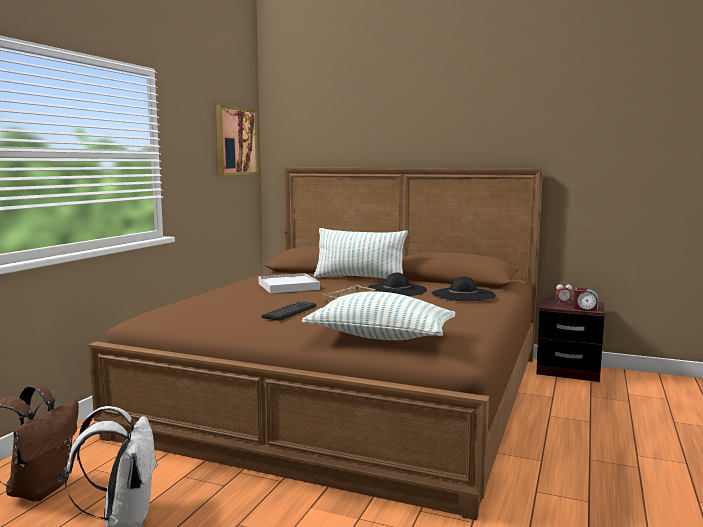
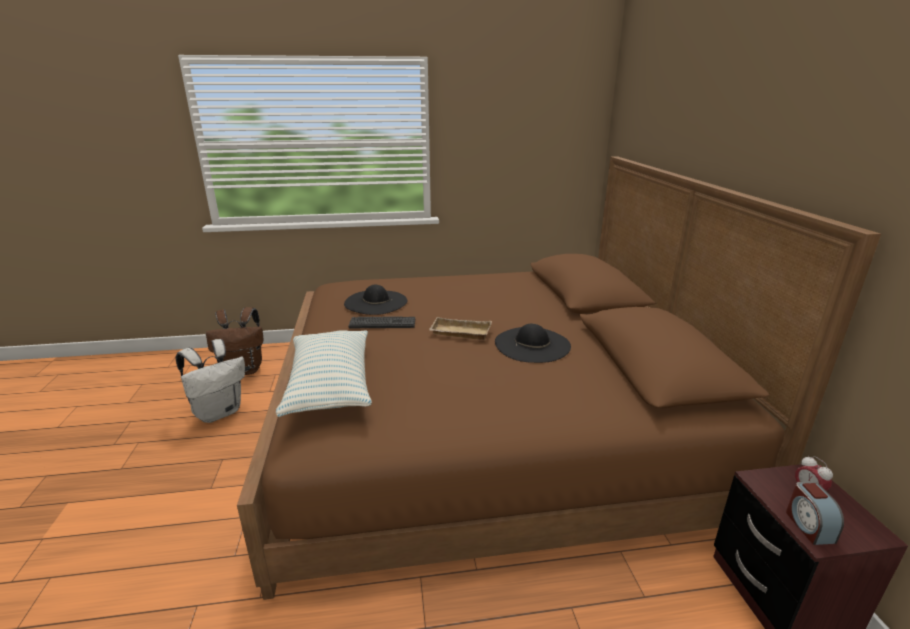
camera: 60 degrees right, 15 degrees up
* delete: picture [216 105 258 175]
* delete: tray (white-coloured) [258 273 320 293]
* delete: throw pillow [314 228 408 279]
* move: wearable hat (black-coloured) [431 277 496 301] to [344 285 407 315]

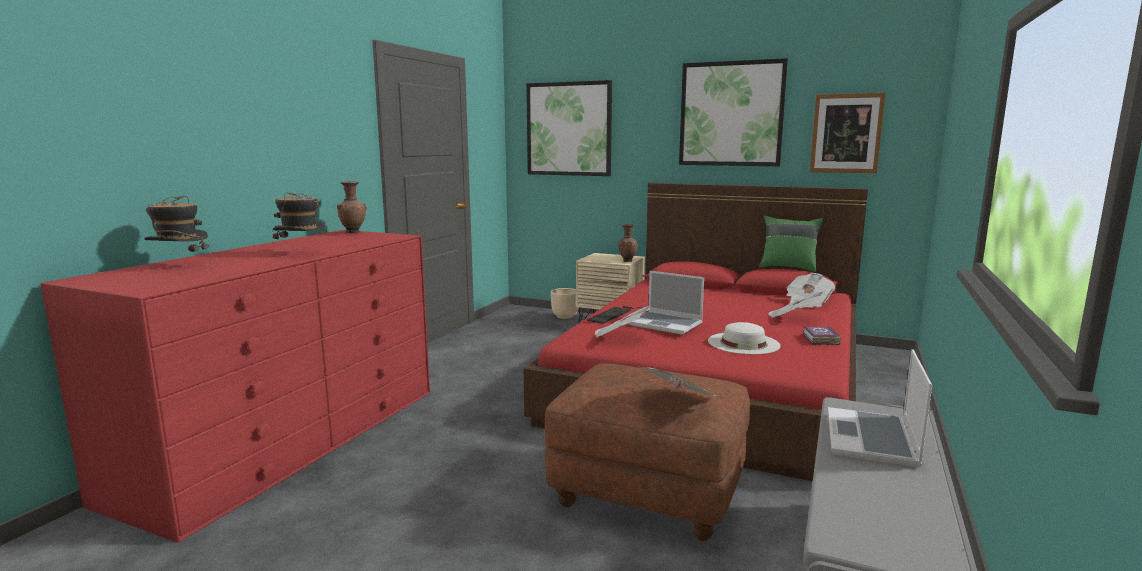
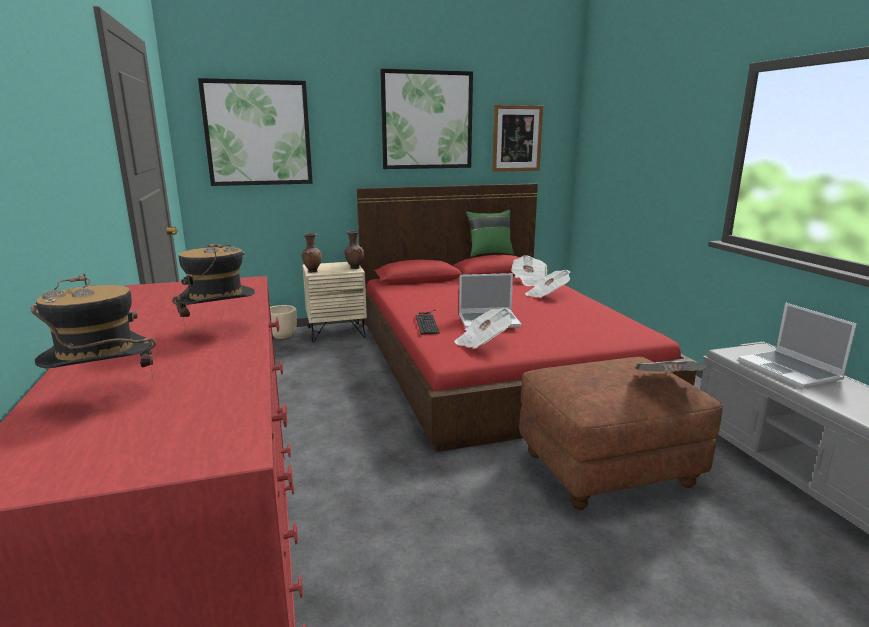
camera: 40 degrees left, 5 degrees up
* delete: wearable hat (white-coloured) [708 322 781 354]
* delete: book [803 327 841 345]
* move: decorative vase (brown) [337 181 367 233] to [302 233 322 273]

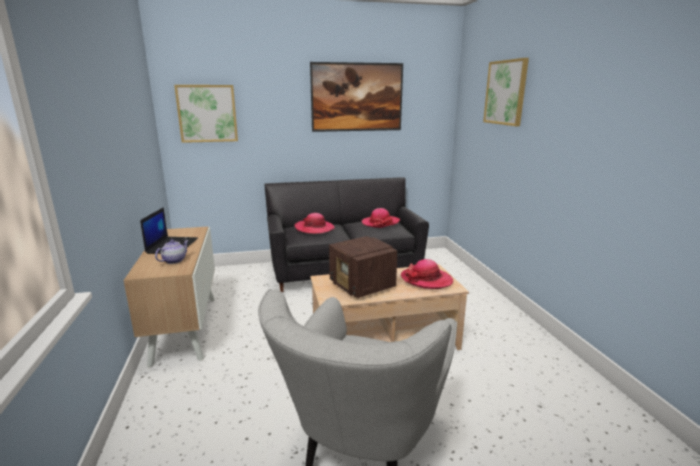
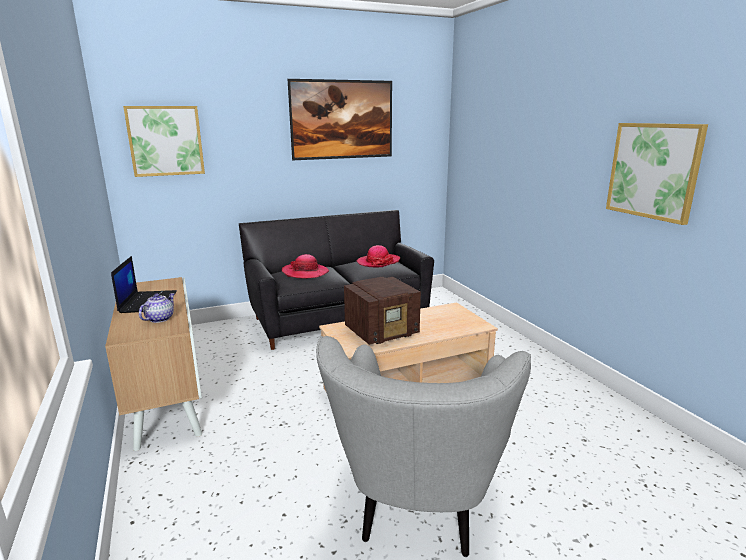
camera: 10 degrees left, 0 degrees up
* delete: wearable hat [401 259 453 289]
* move: picture [483 58 529 126] to [606 123 708 225]
* rotate: radio set [329 236 398 298] = [344 277 421 345] 75 degrees counterclockwise

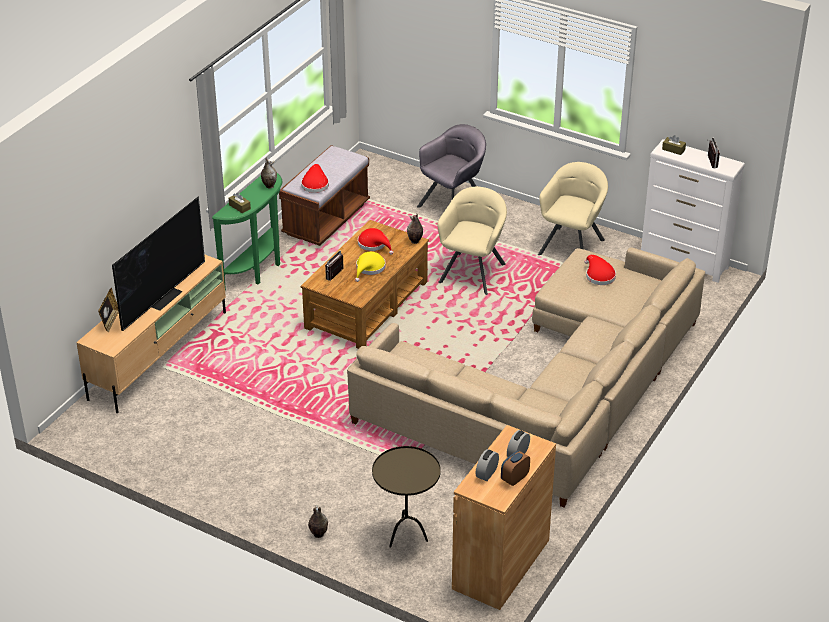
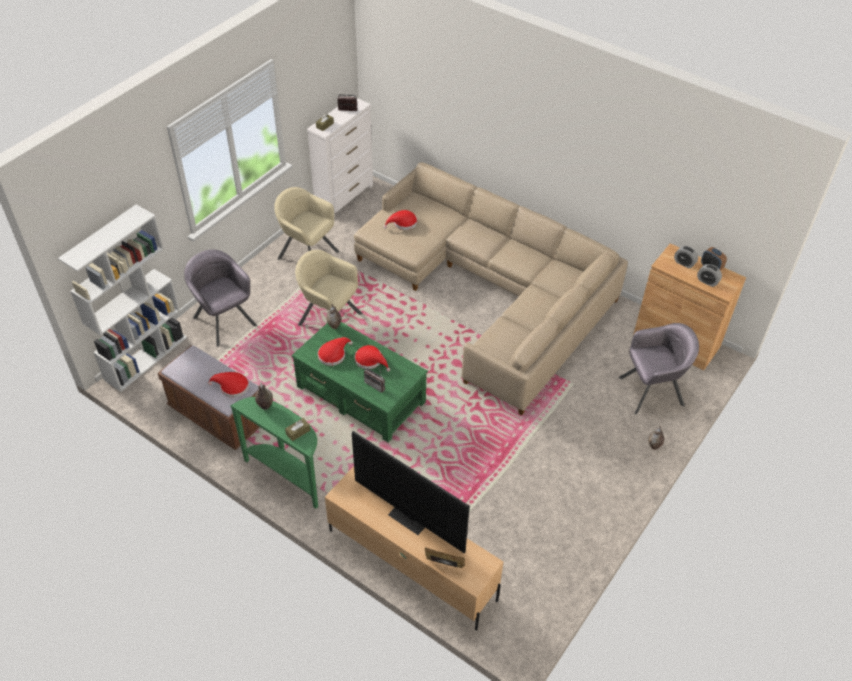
camera: 85 degrees left, 10 degrees up
* insert: shelving unit (white-coloured) [58 204 187 392]
* replace: side table (brown) [372 446 441 548] to armchair (grey) [619 323 699 414]
* recolor: low table (brown) [300 220 429 349] to low table (green) [291 322 428 442]
* recolor: wearable hat (yellow-coloured) [355 252 386 282] to wearable hat (red) [355 345 390 372]

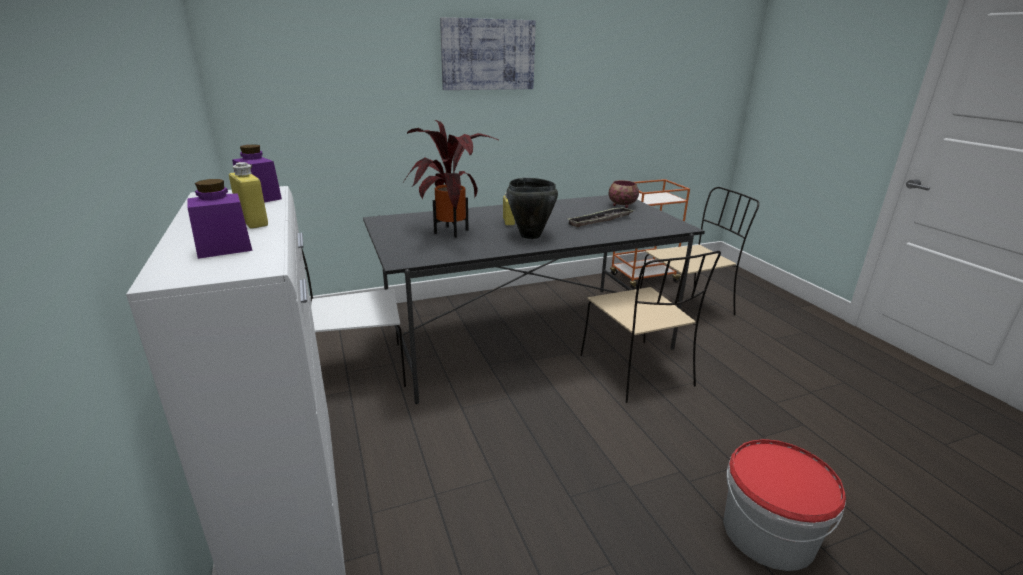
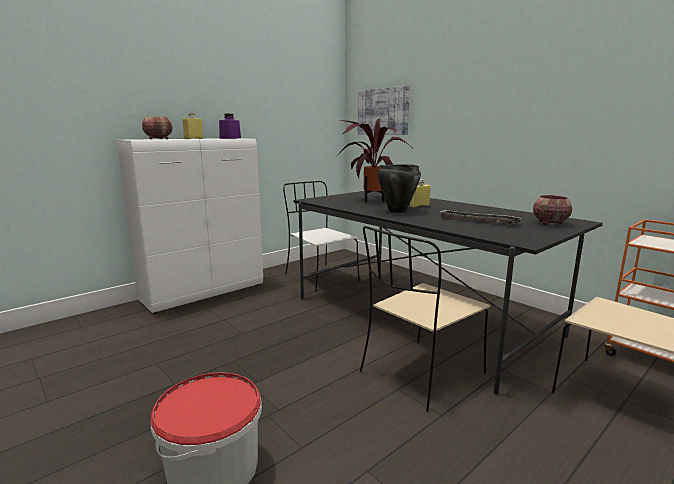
camera: 70 degrees right, 10 degrees down
* move: picture [440 17 536 90] to [357 86 410 135]
* replace: preserve jar (purple) [188 179 252 259] to deep dish [142 116 173 139]

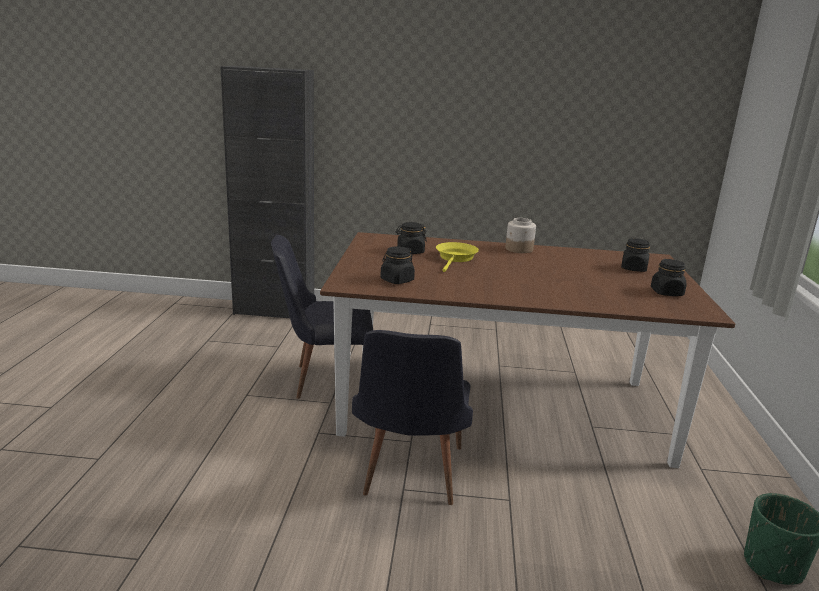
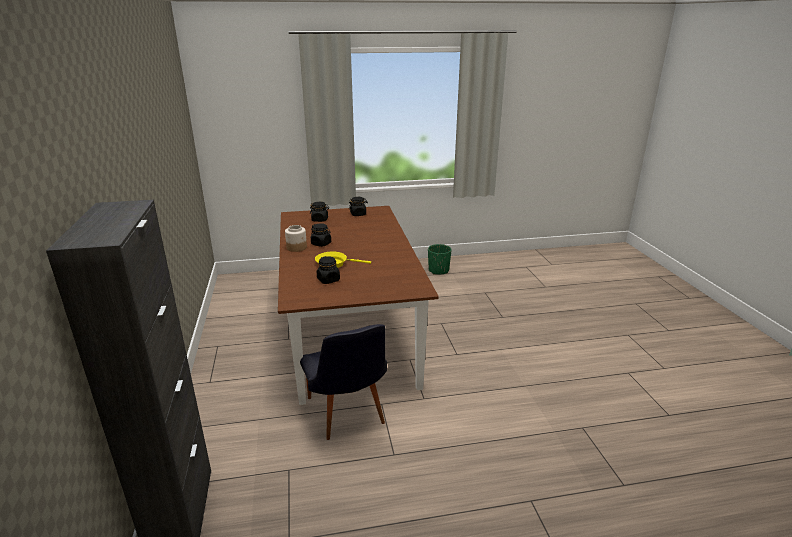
camera: 105 degrees left, 5 degrees up
* delete: upright chair (black-coloured) [352 330 473 505]
* move: preserve jar (black-coloured) [380 246 415 284] to [311 223 331 247]

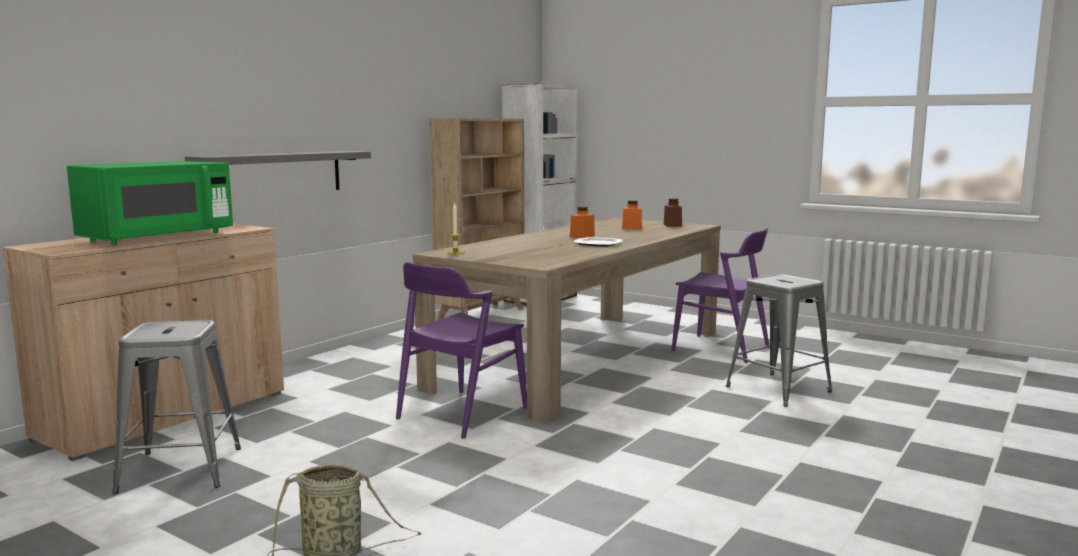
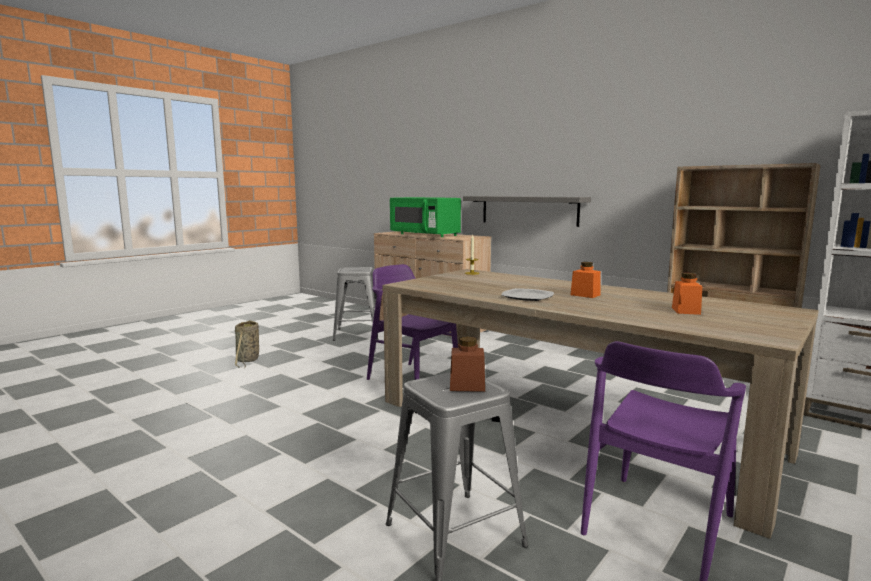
camera: 95 degrees right, 0 degrees up
* move: preserve jar (brown) [664 199 682 227] to [450 337 485 392]

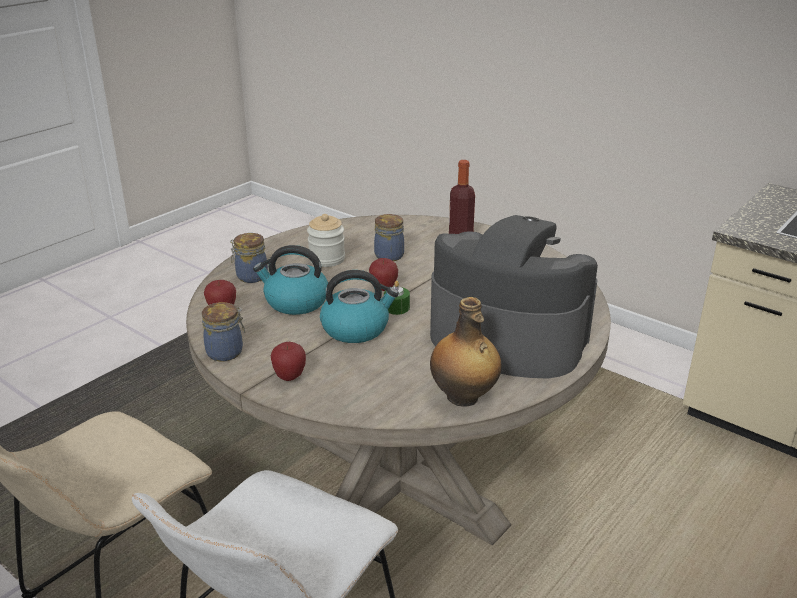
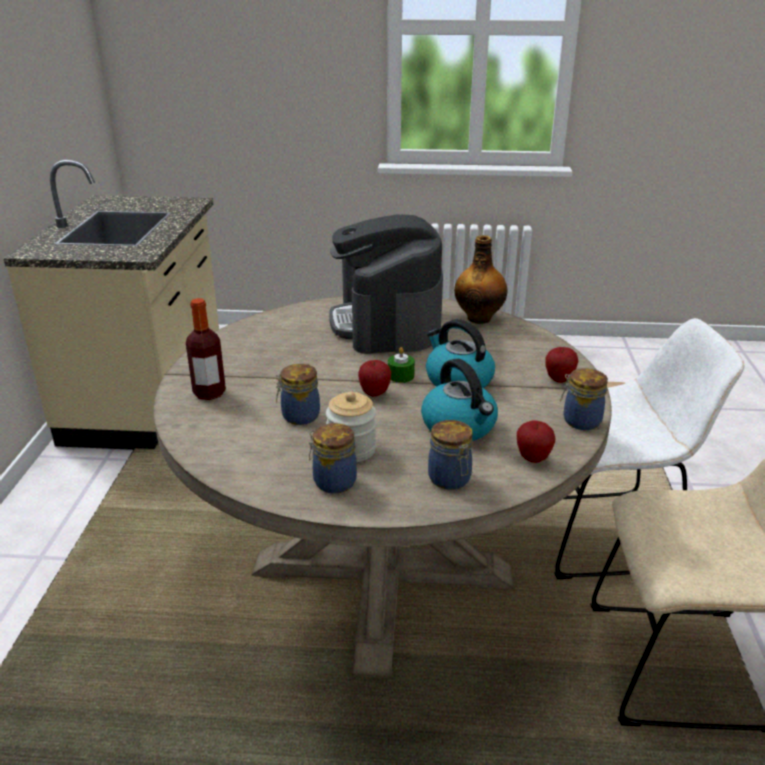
camera: 125 degrees left, 0 degrees up
* insert: preserve jar [309 423 357 493]

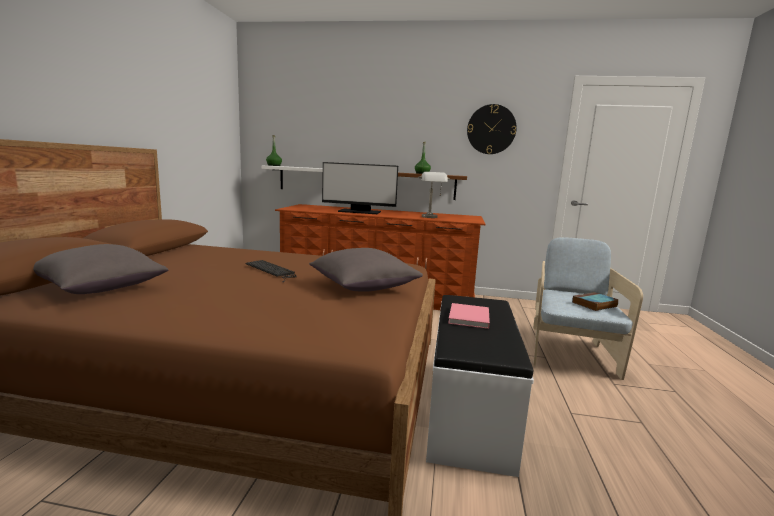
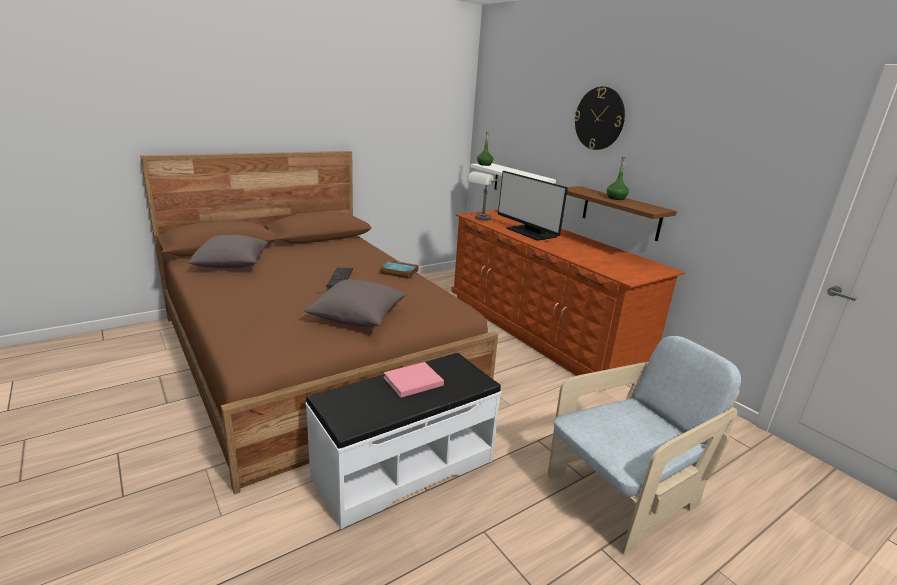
camera: 45 degrees right, 10 degrees up
* move: table lamp (grey) [418 172 450 218] to [467 171 499 221]
* move: clock on the wall [467 104 517 154] to [574 86 625 150]
* move: book [572 292 619 311] to [380 260 418 279]

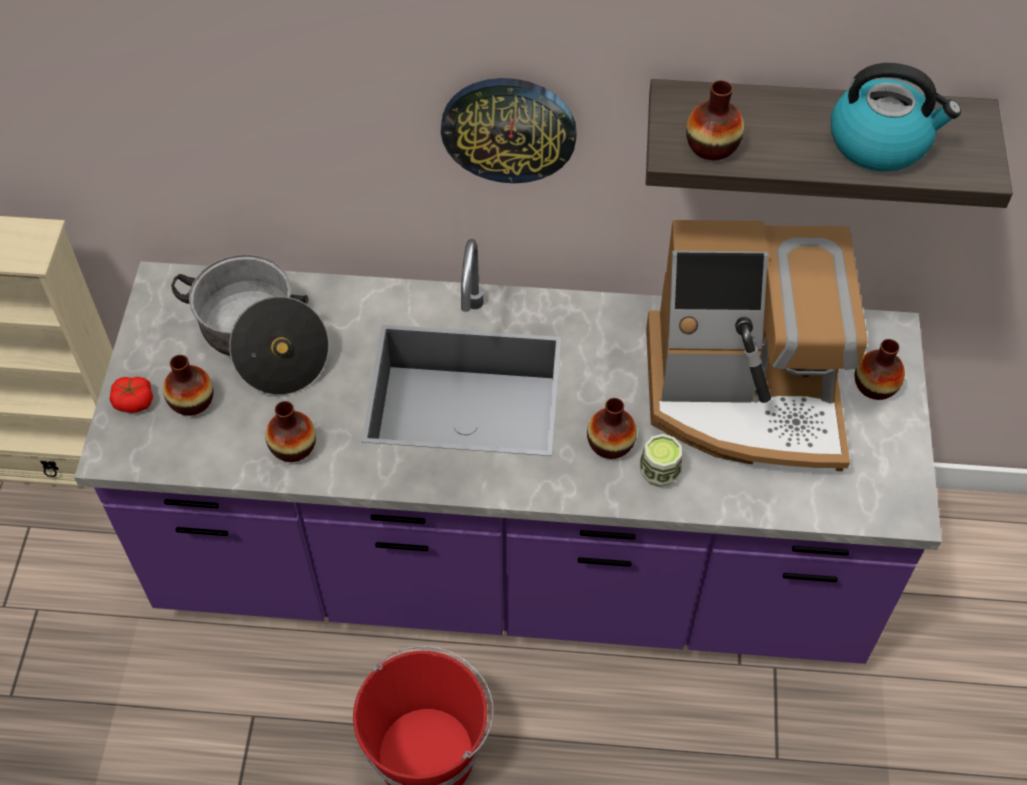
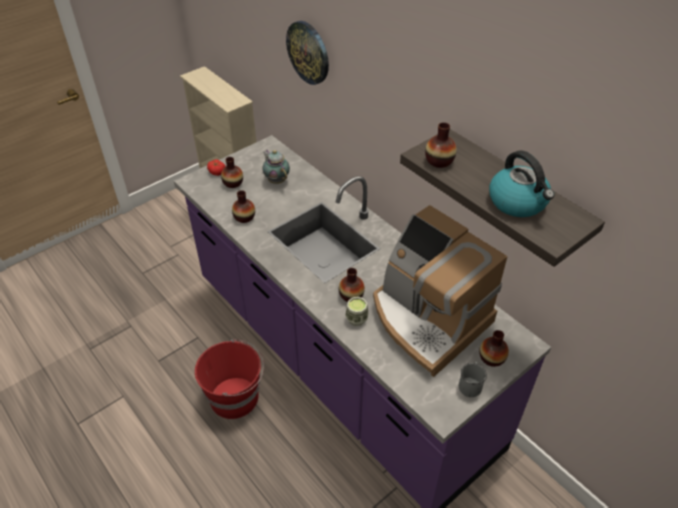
camera: 45 degrees right, 10 degrees down
* insert: mug (grey) [459 361 487 397]
* move: clock on the wall [441 78 577 183] to [286 21 329 85]
* replace: cooking pot [171 254 329 395] to tea pot [263 149 290 184]

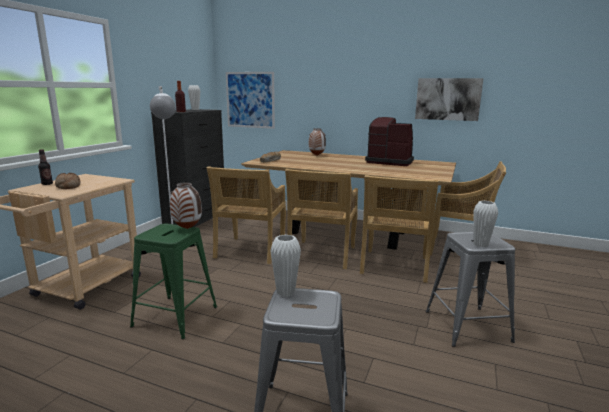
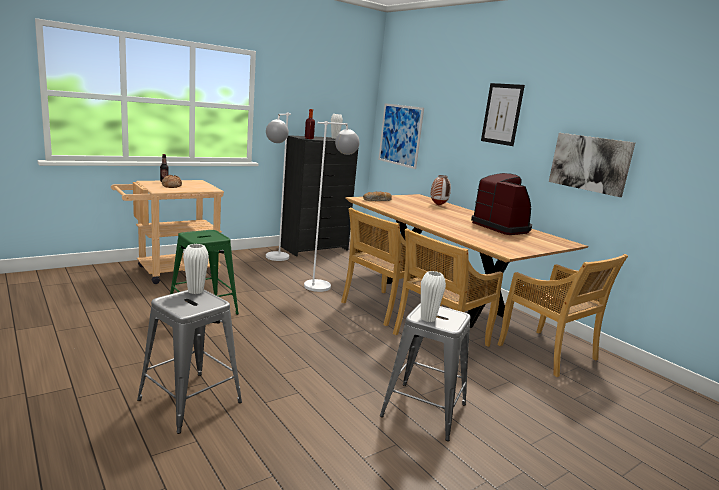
camera: 30 degrees right, 0 degrees up
* delete: decorative vase [170 182 202 229]
* insert: picture [481 83 525 146]
* replace: upright chair (beige) [207 167 286 264] to standing lamp (white-coloured) [304 121 360 292]

